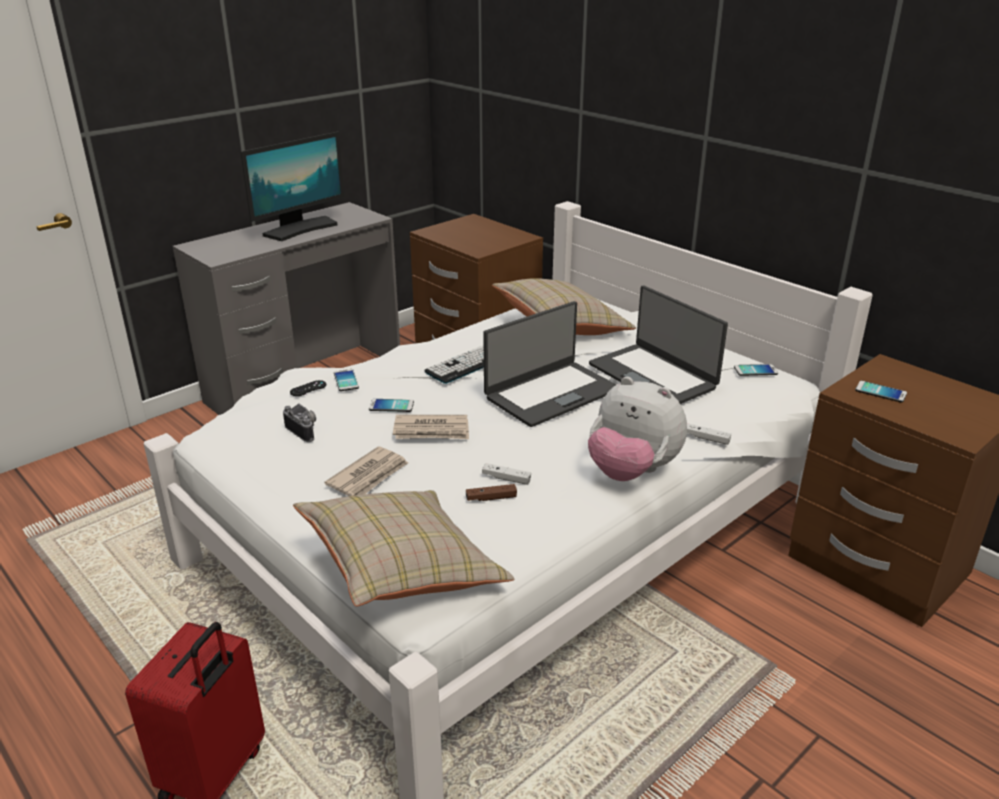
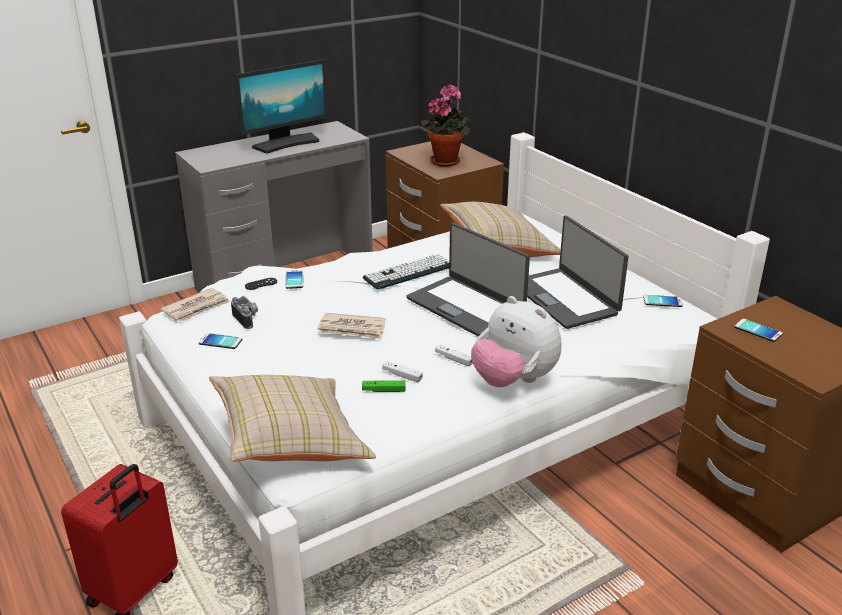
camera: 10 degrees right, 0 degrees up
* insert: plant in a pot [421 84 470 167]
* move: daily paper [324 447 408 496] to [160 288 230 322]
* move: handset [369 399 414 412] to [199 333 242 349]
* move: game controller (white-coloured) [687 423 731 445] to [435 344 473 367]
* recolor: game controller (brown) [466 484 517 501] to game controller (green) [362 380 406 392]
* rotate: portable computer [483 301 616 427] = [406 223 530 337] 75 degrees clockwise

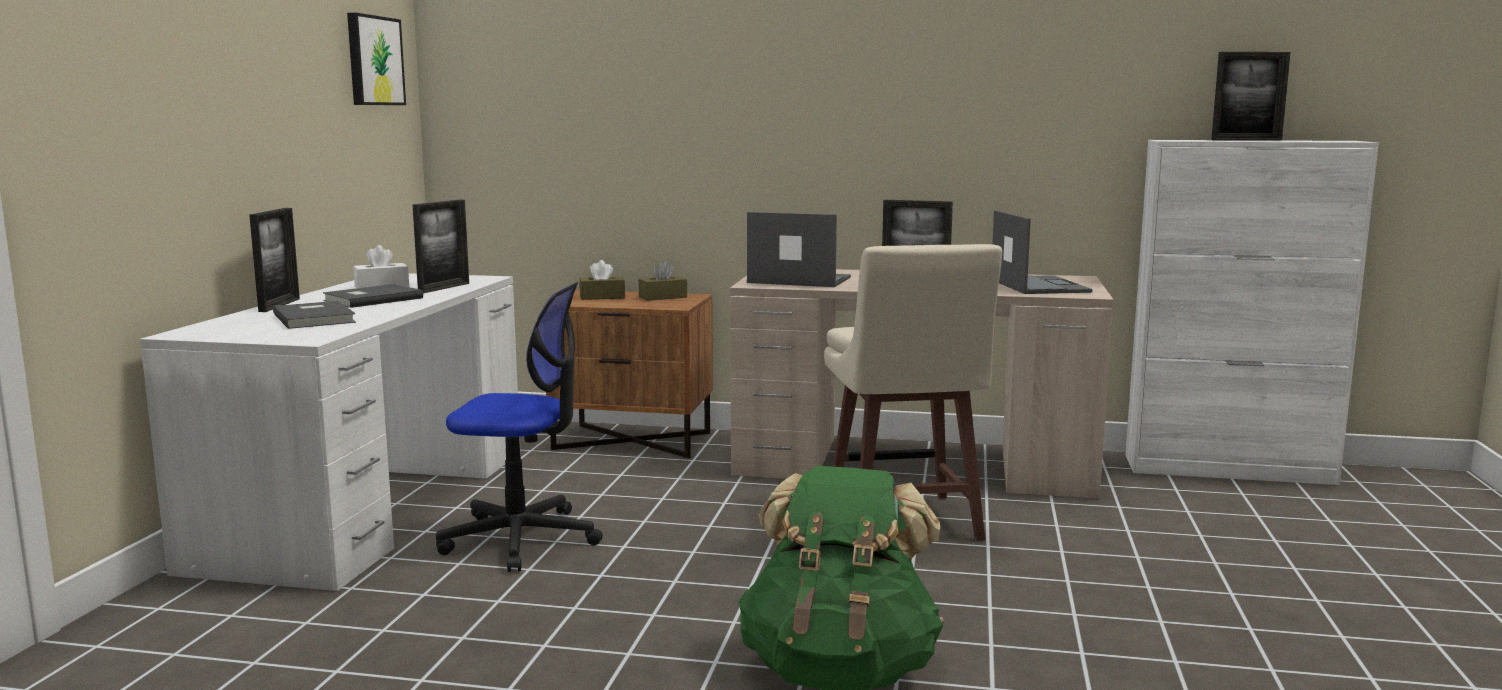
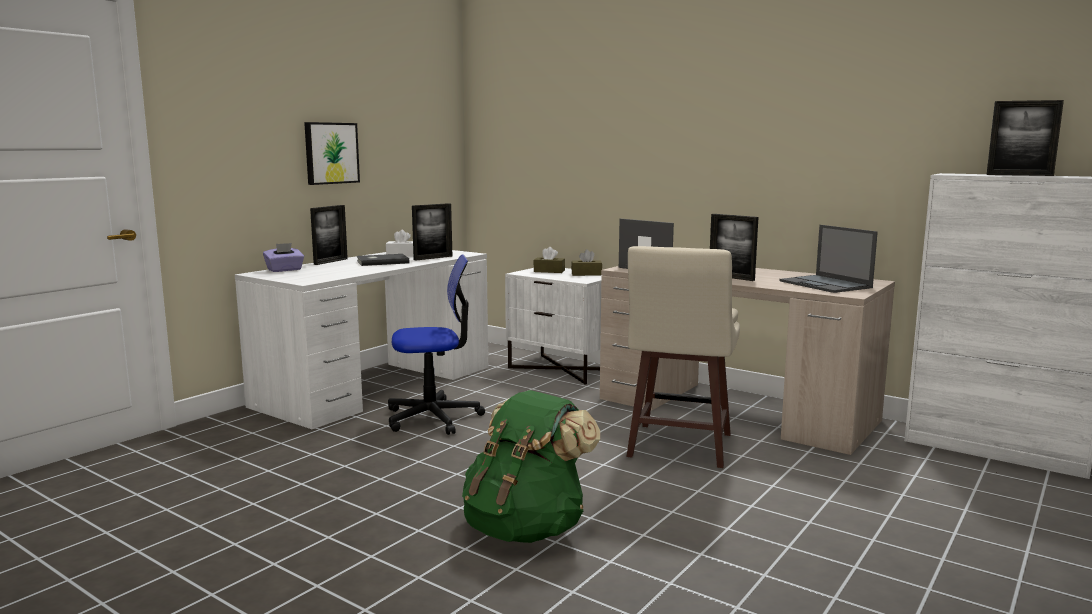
camera: 25 degrees right, 0 degrees up
* delete: book (grey) [273 301 356 329]
* insert: tissue holder (purple) [263 243 304 272]
* move: picture [347 13 406 105] to [304 122 360 185]
* recolor: bedside table (brown) [543 290 713 458] to bedside table (white-coloured) [505 268 603 385]
* rotate: computer chair [436 282 603 572] = [388 255 485 435] 45 degrees counterclockwise
* rotate: portable computer [992 210 1093 294] = [780 225 878 293] 135 degrees clockwise

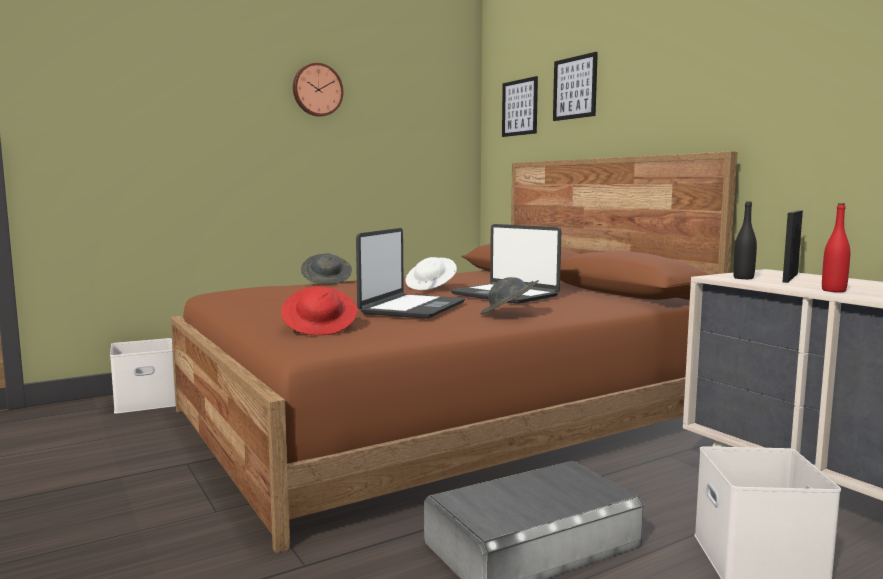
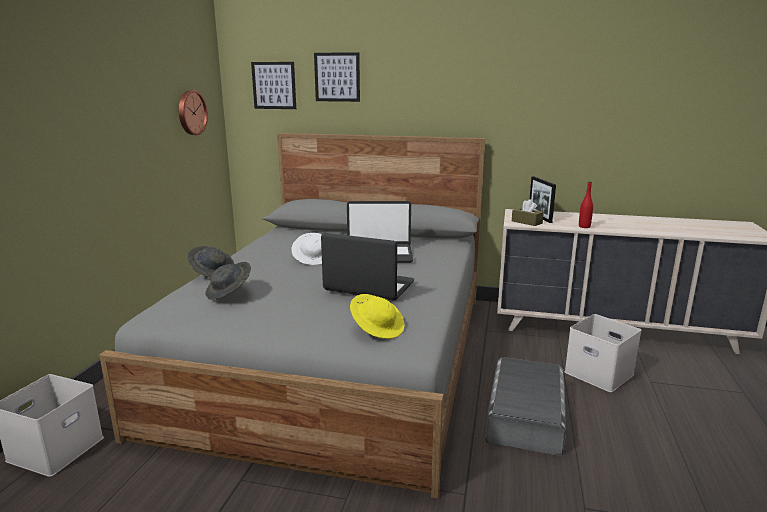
camera: 45 degrees left, 10 degrees up
* move: clock on the wall [293 63 344 117] to [179 90 208 135]
* move: wearable hat (grey) [480 277 539 314] to [205 262 251 300]
* replace: drink bottle (black-coloured) [733 201 757 279] to tissue holder (brown) [512 199 544 226]
* recolor: bedroom bed (brown) [171 151 738 553] to bedroom bed (grey) [99 133 485 499]
* recolor: wearable hat (red) [281 286 357 335] to wearable hat (yellow-coloured) [350 294 404 339]
* rotate: portable computer [356 228 465 319] = [321 233 414 301] 45 degrees counterclockwise

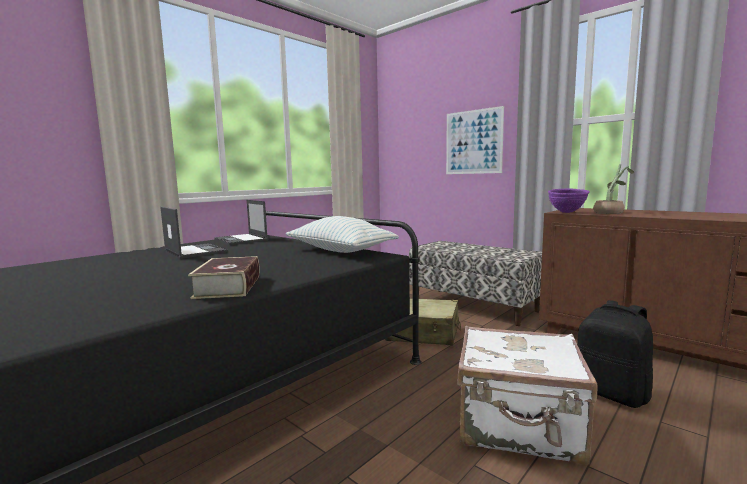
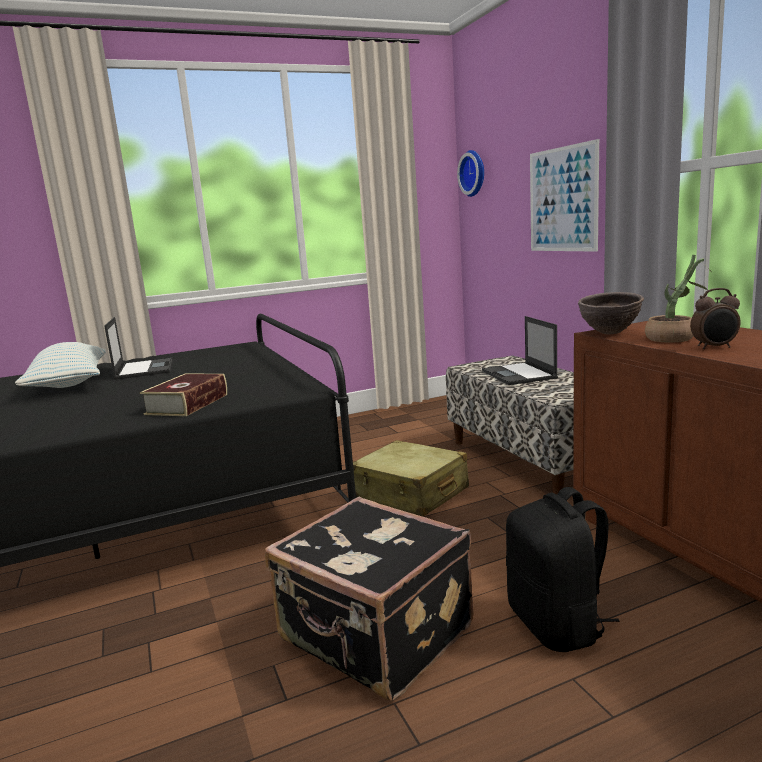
camera: 25 degrees right, 5 degrees up
* insert: clock on the wall [457 150 484 197]
* insert: table clock [690 288 740 349]
* move: book [188 256 260 299] to [140 374 227 416]
* move: portable computer [214 200 268 245] to [482 316 558 385]
* move: throw pillow [286 216 399 253] to [15 342 106 388]
* recolor: piece of luggage (white-coloured) [457 326 598 465] to piece of luggage (black-coloured) [265 497 473 701]
* recolor: deep dish (purple) [548 189 590 213] to deep dish (brown) [578 292 644 334]

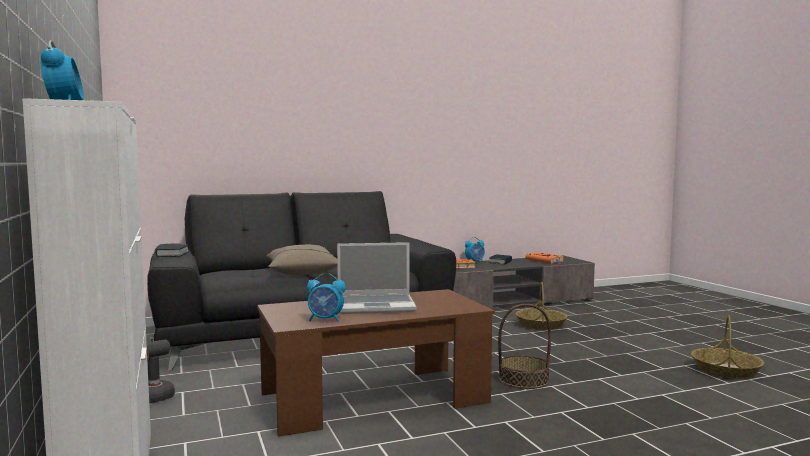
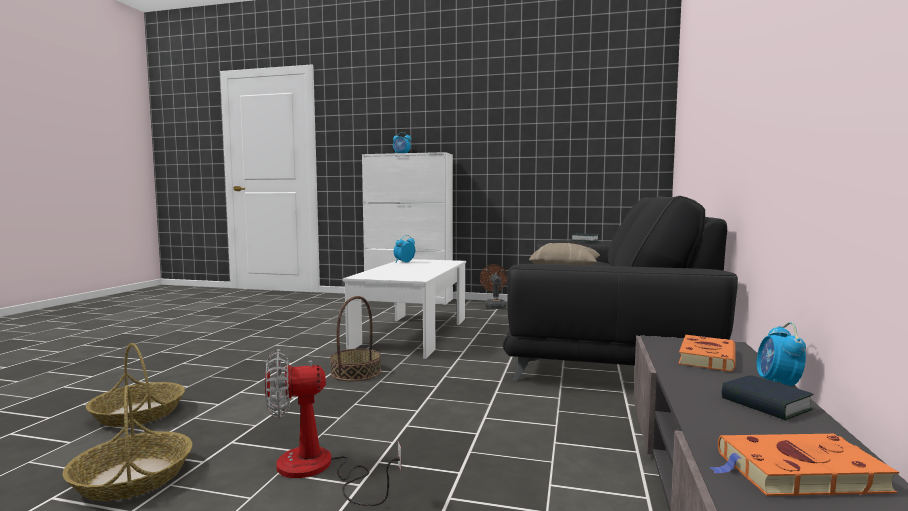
camera: 125 degrees right, 0 degrees up
* delete: portable computer [337 242 417 314]
* insert: electric fan [265 349 402 506]
* move: household basket [516 282 567 330] to [86 343 185 427]
* recolor: low table (brown) [257 289 495 437] to low table (white-coloured) [343 259 466 359]

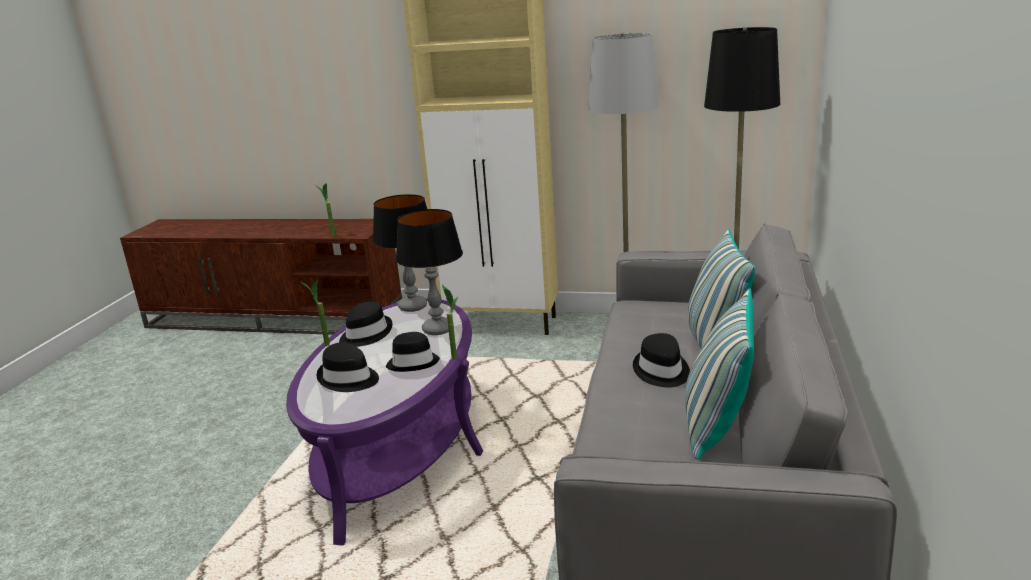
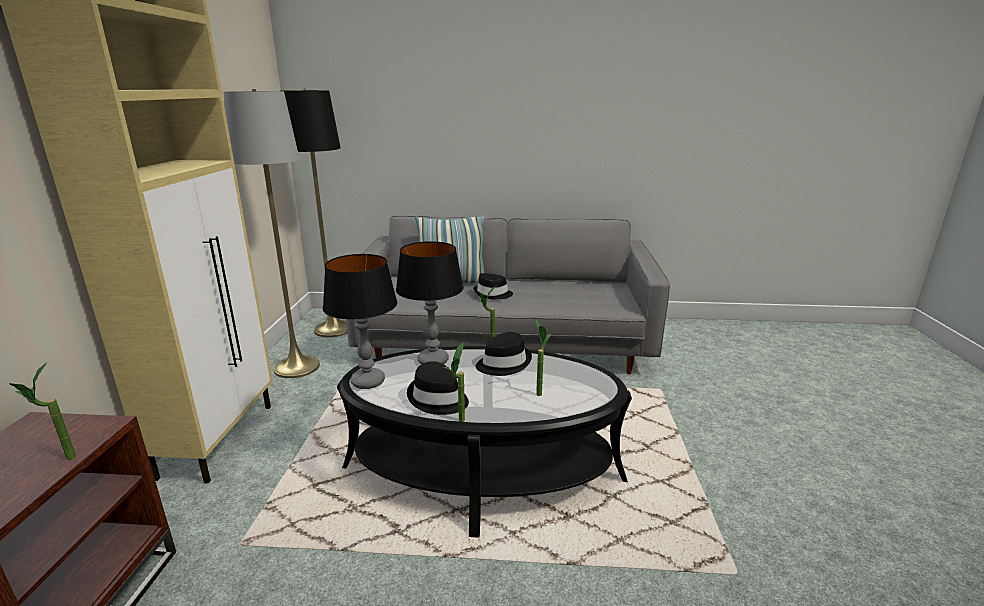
camera: 100 degrees left, 0 degrees up
* delete: throw pillow [685 288 754 460]
* replace: wearable hat (black-coloured) [317 342 379 392] to plant in a pot [536 320 551 396]
* recolor: low table (purple) [286 298 483 546] to low table (black-coloured) [337 346 632 538]

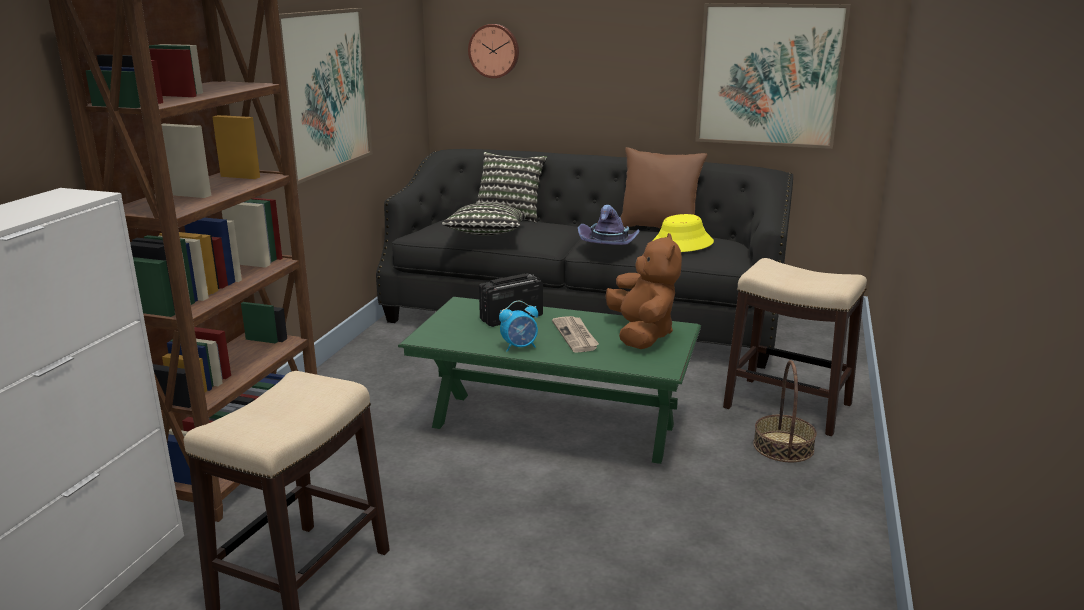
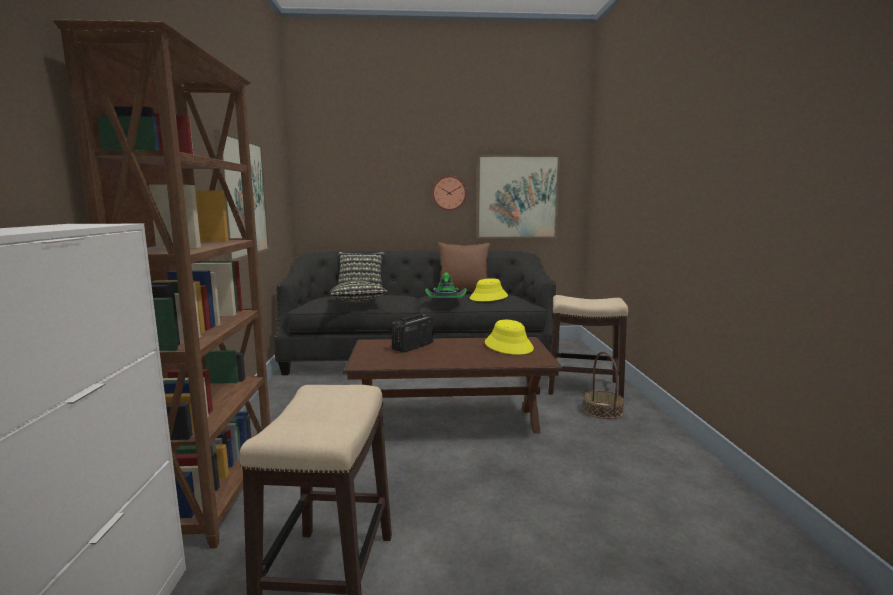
camera: 20 degrees left, 10 degrees down
* delete: table clock [499 301 538 352]
* delete: daily paper [552 316 599 353]
* move: clock on the wall [468 24 519 78] to [432 176 466 211]
* replace: plush toy (brown) [605 233 682 349] to wearable hat (yellow-coloured) [485 320 534 355]
* recolor: low table (green) [398 297 701 464] to low table (brown) [343 337 563 434]
* recolor: wearable hat (purple) [578 205 640 245] to wearable hat (green) [425 273 467 299]

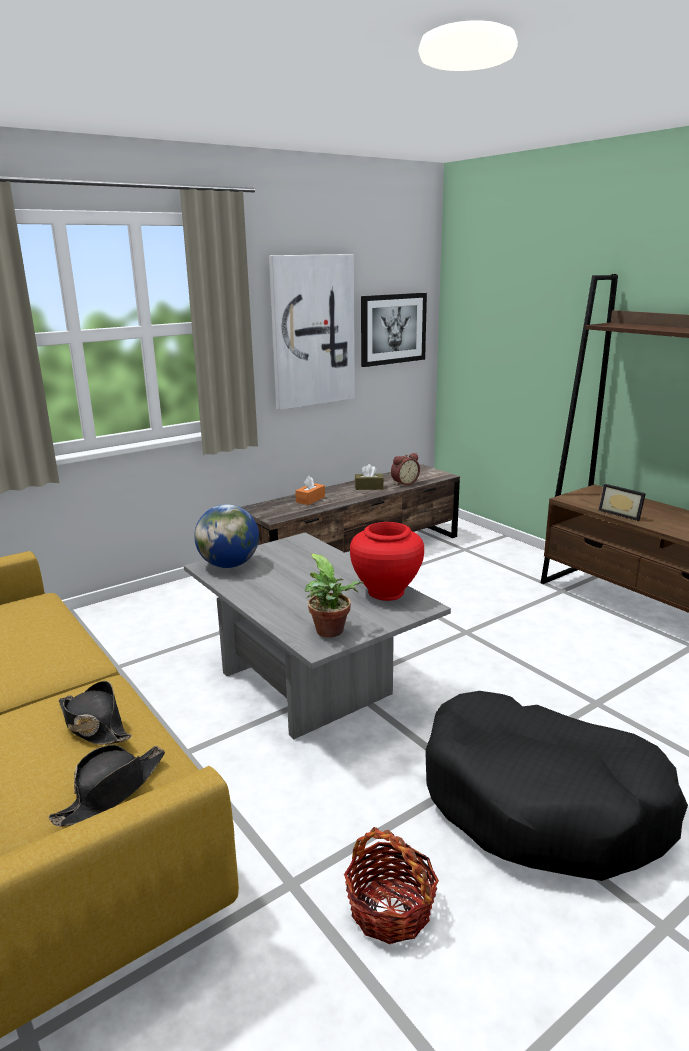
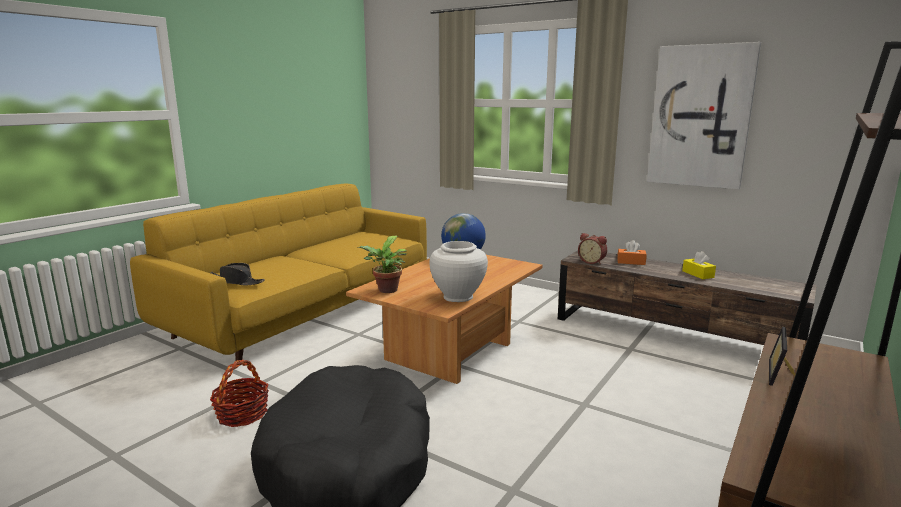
camera: 70 degrees right, 5 degrees down
* delete: wearable hat (black-coloured) [59 681 132 745]
* delete: picture [361 293 427 367]
* move: table clock [391 453 420 486] to [578 233 607 265]
* recolor: low table (grey) [184 532 451 739] to low table (brown) [346 255 542 384]
* recolor: decorative vase (red) [350 522 424 601] to decorative vase (white-coloured) [429 241 488 302]
* recolor: tissue holder (brown) [355 464 384 490] to tissue holder (yellow-coloured) [682 251 716 279]

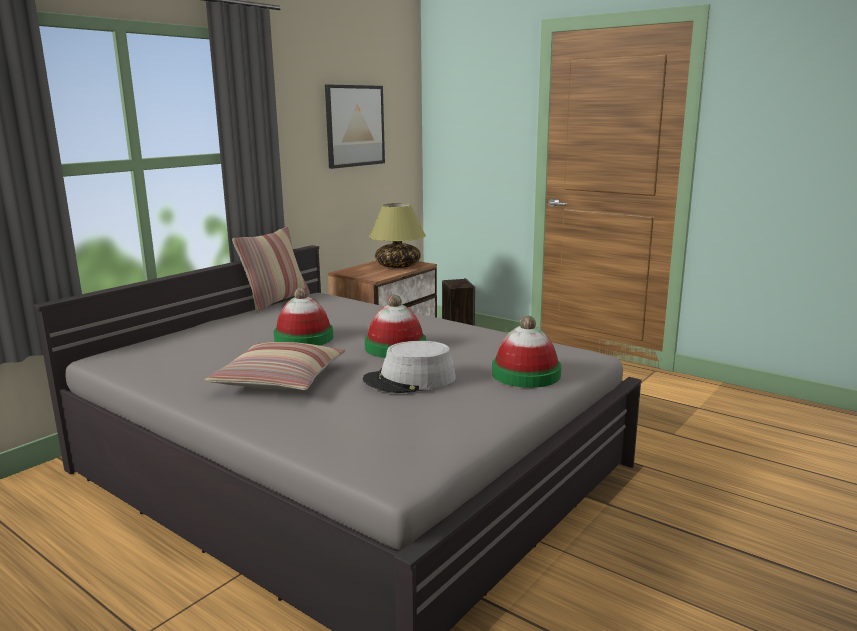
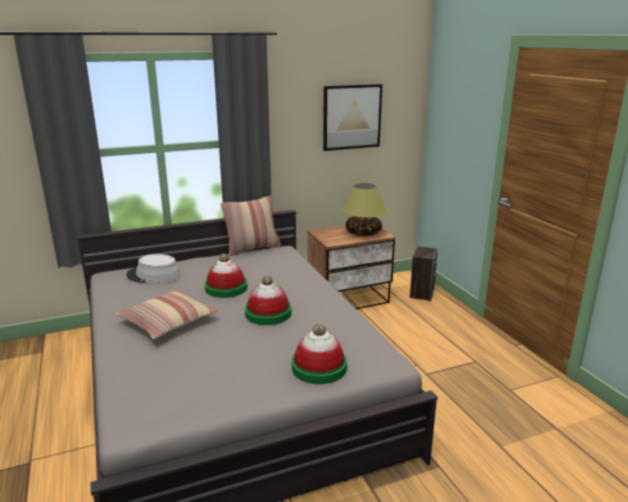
camera: 30 degrees right, 5 degrees up
* move: wearable hat (grey) [363 341 456 393] to [126 254 180 284]

